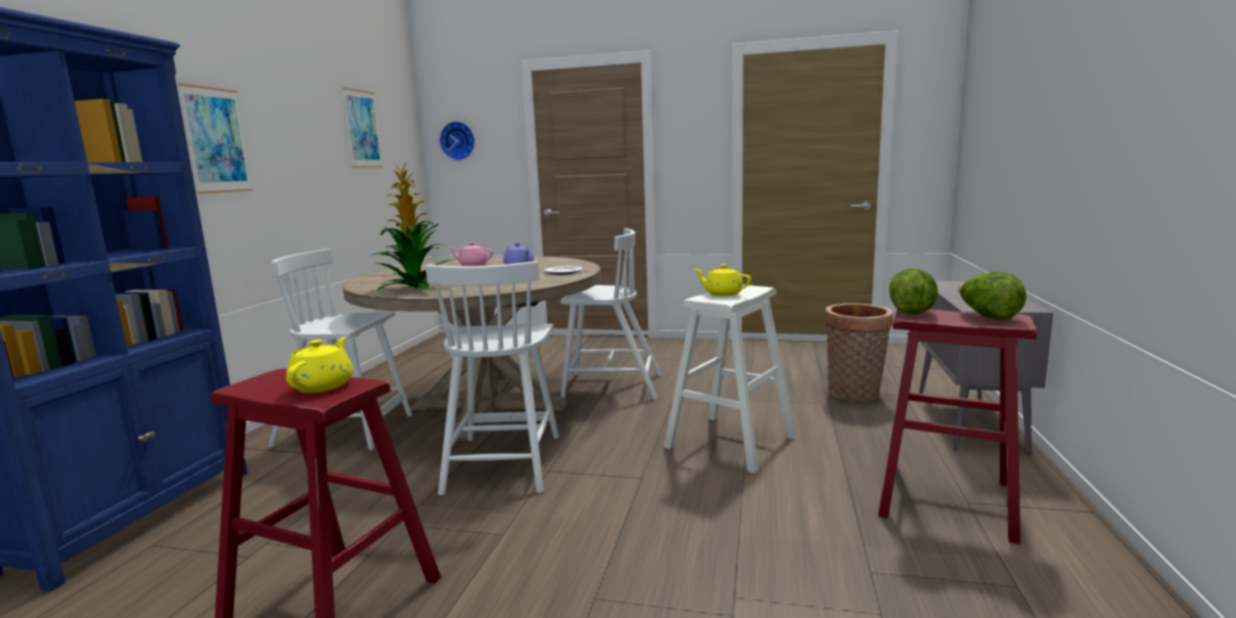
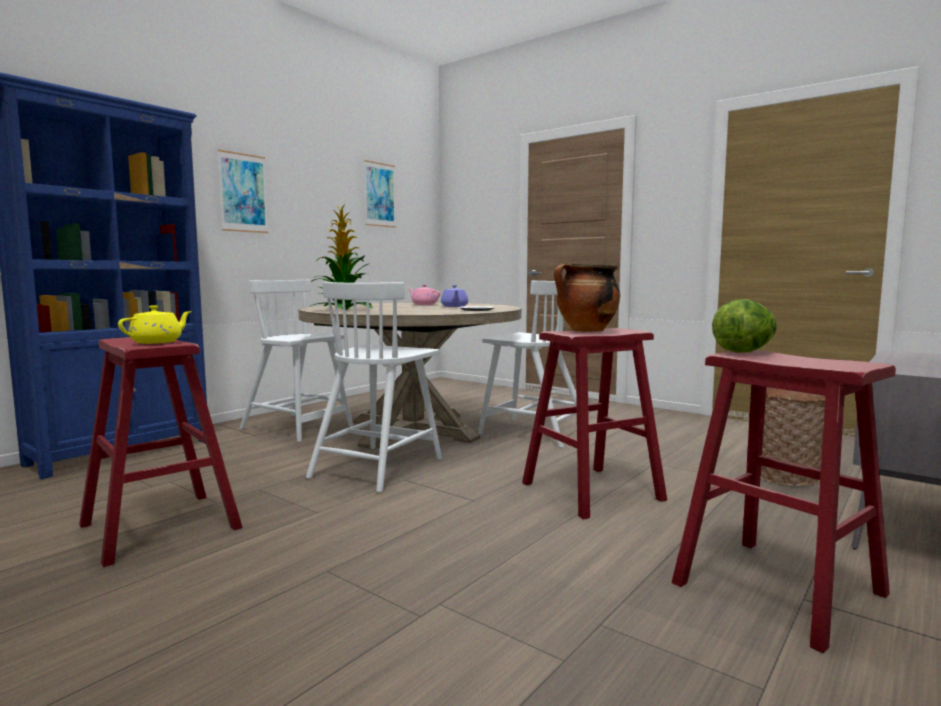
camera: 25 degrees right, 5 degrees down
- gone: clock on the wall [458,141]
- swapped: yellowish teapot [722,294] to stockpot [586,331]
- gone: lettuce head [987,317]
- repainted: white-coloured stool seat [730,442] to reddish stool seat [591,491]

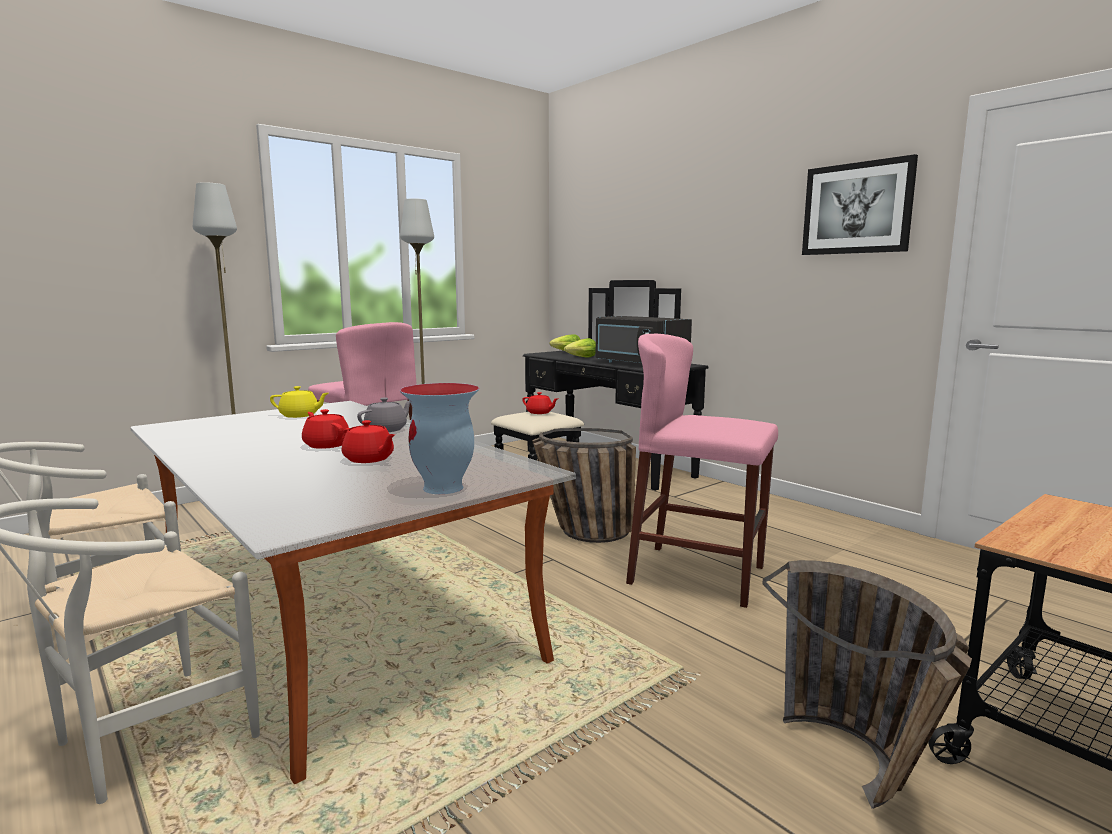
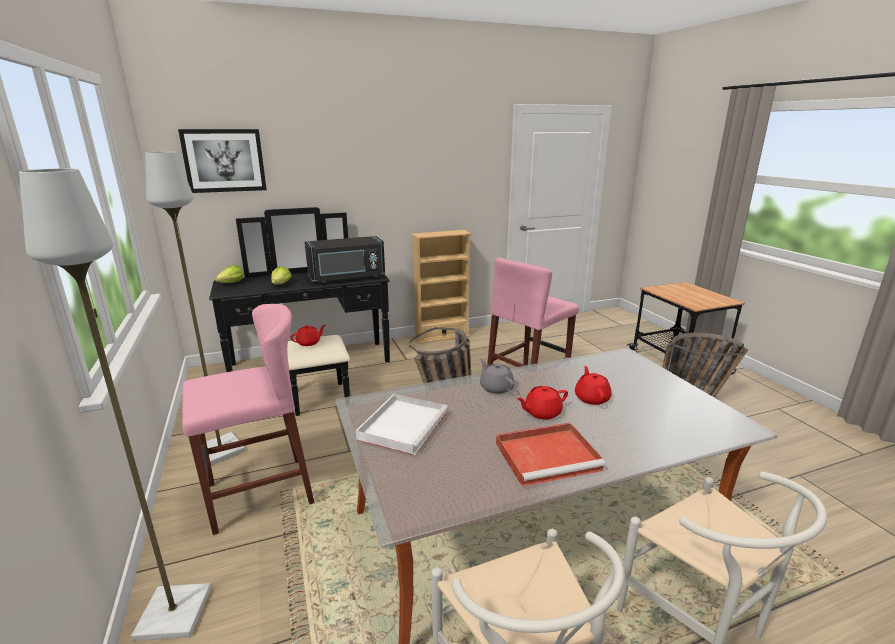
camera: 70 degrees left, 10 degrees up
- shifted: wall art [857,208] to [224,160]
- gone: decorative vase [444,488]
- swapped: yellowish teapot [300,415] to white-coloured tray [403,425]
- rotated: reddish teapot [369,459] = [591,398] 60 degrees counterclockwise
- new: beige-coloured bookshelf [441,336]
- new: reddish tray [549,456]

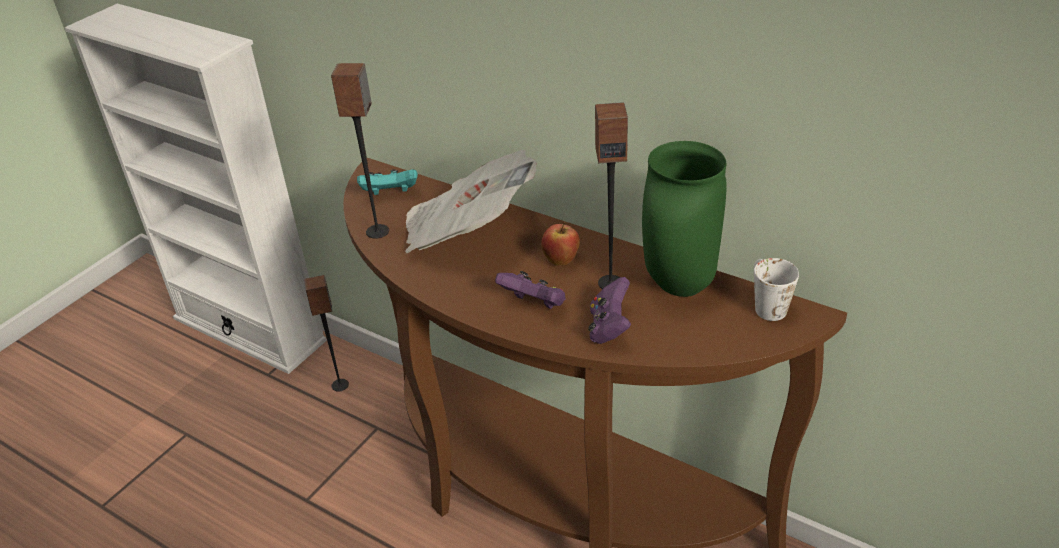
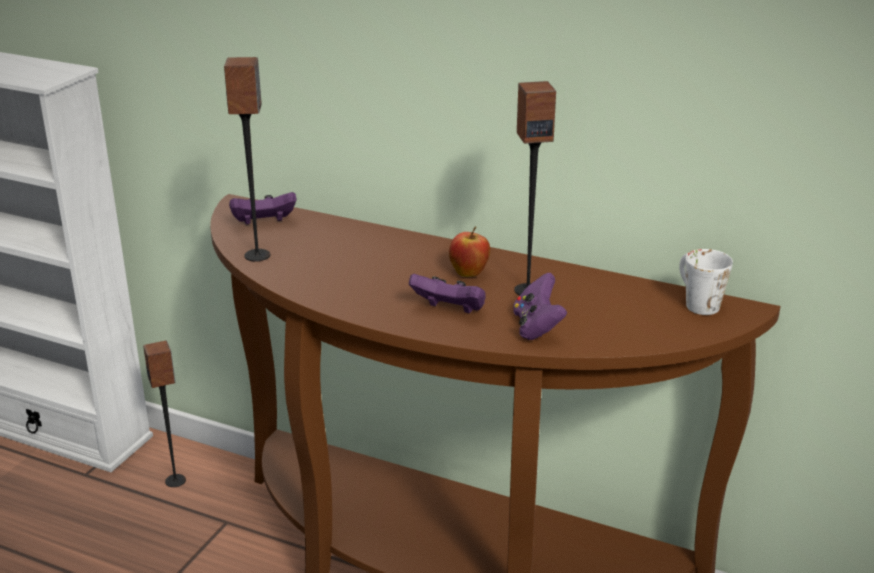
camera: 10 degrees left, 10 degrees down
- gone: green-coloured decorative vase [681,286]
- gone: newspaper [467,232]
- repainted: turquoise joypad [390,194] to purple joypad [264,223]

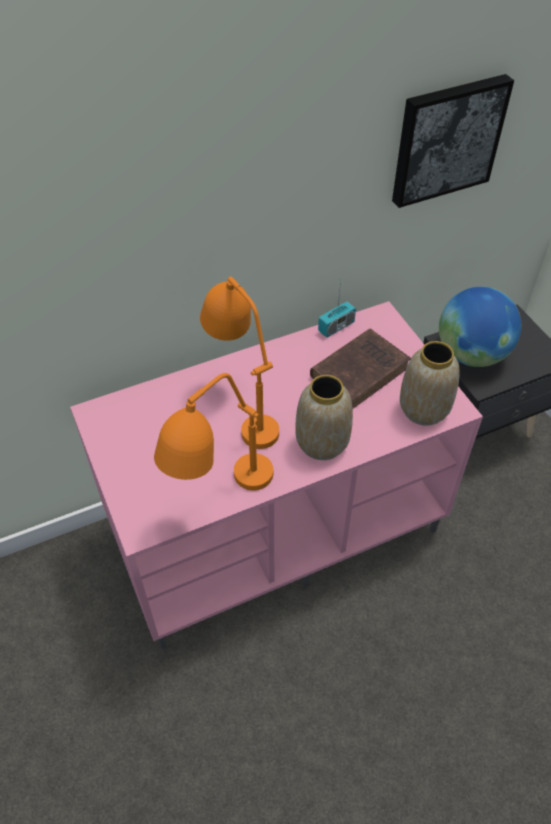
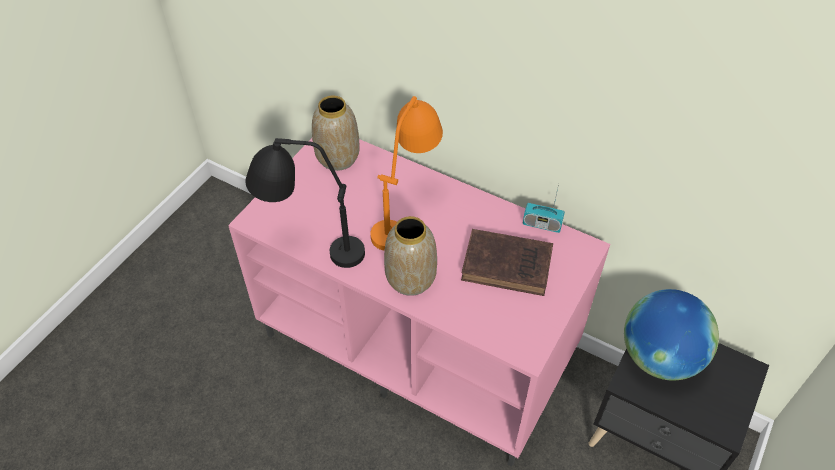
camera: 55 degrees right, 0 degrees up
- gone: wall art [446,139]
- shifted: decorative vase [424,409] to [338,158]
- repainted: orange-coloured tabletop lamp [219,499] to blackish tabletop lamp [310,247]

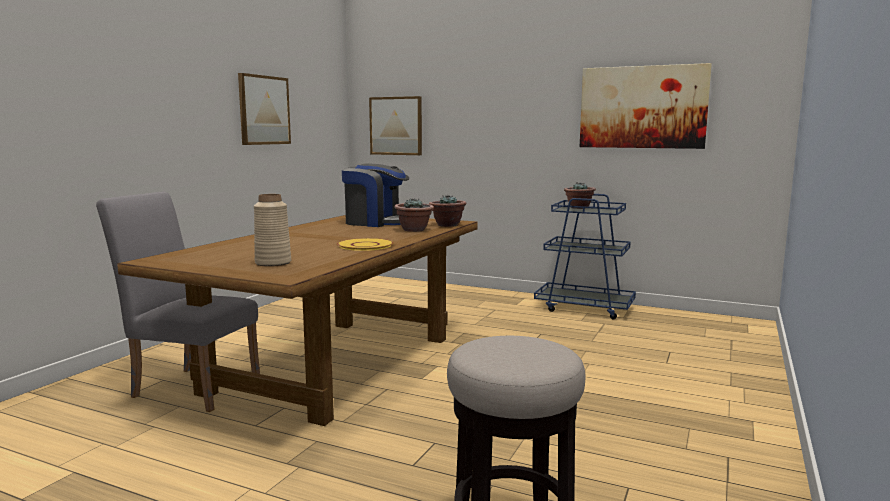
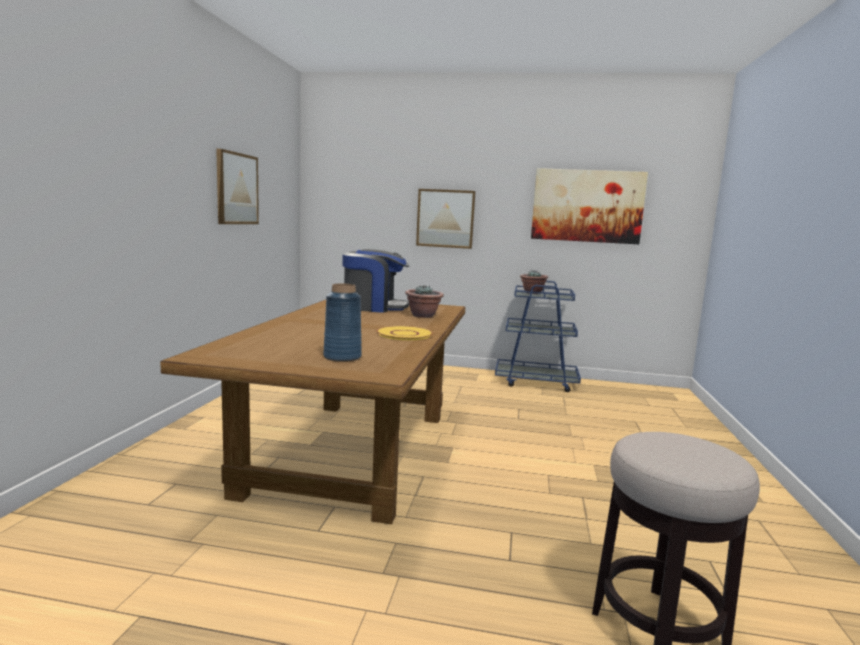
camera: 15 degrees left, 0 degrees up
- shifted: wall art [396,126] to [445,218]
- gone: gray plain chair [190,387]
- repainted: beige-coloured decorative vase [273,263] to bluish decorative vase [342,357]
- gone: plant in a pot [447,225]

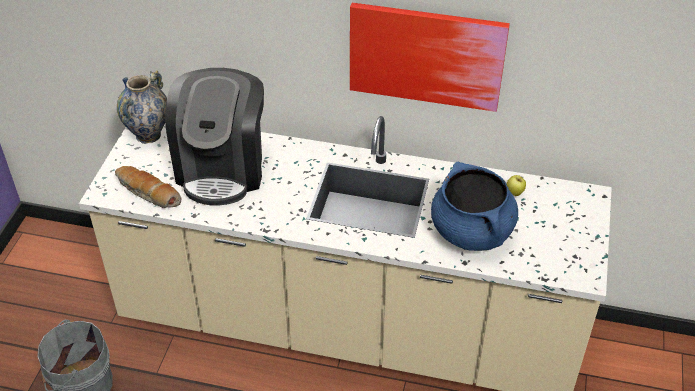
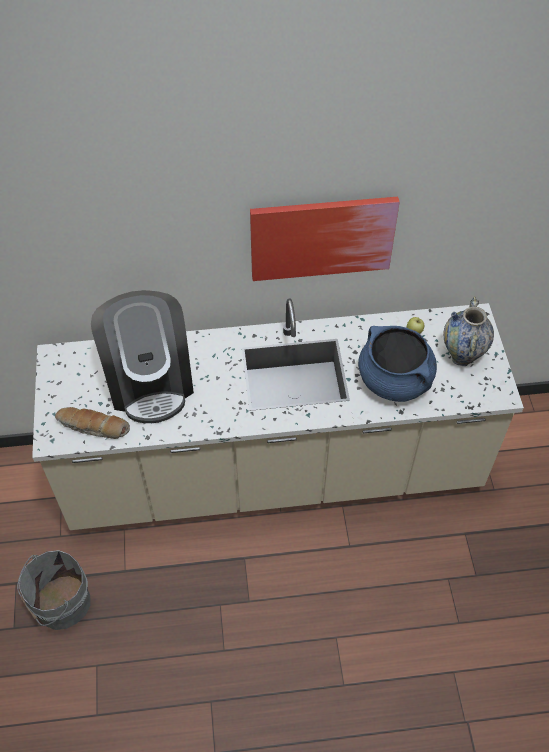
camera: 20 degrees left, 10 degrees up
- shifted: decorative vase [148,135] to [462,356]

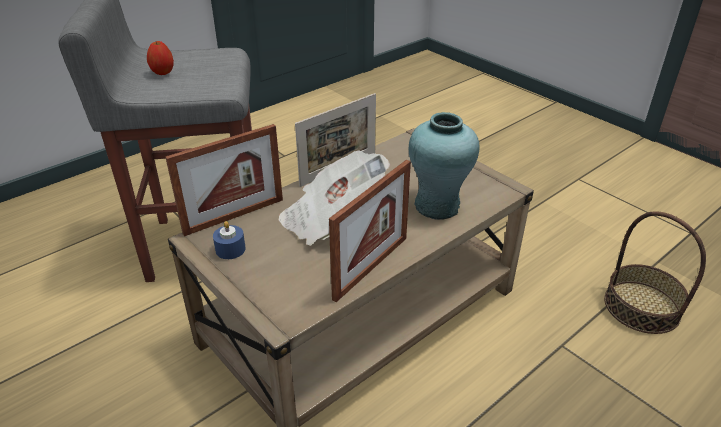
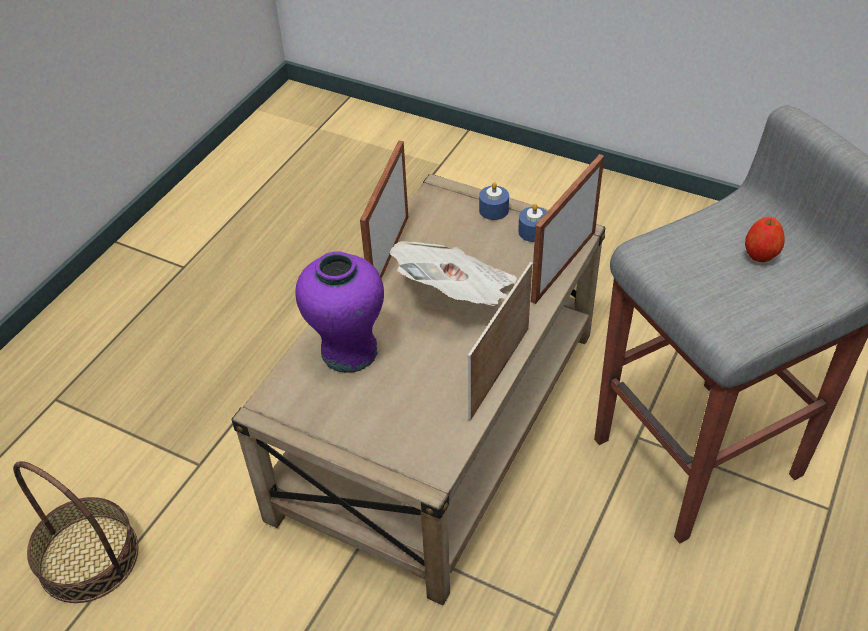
camera: 160 degrees right, 10 degrees up
- repainted: turquoise decorative vase [437,205] to purple decorative vase [349,351]
- new: bluish wax candle [493,210]

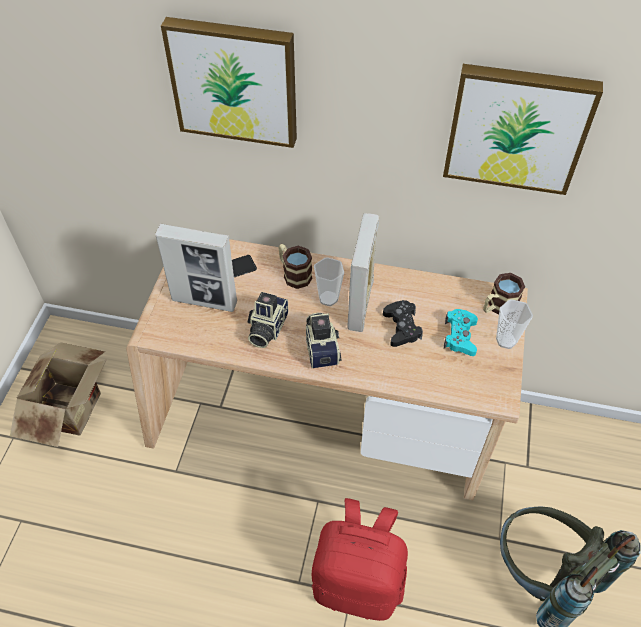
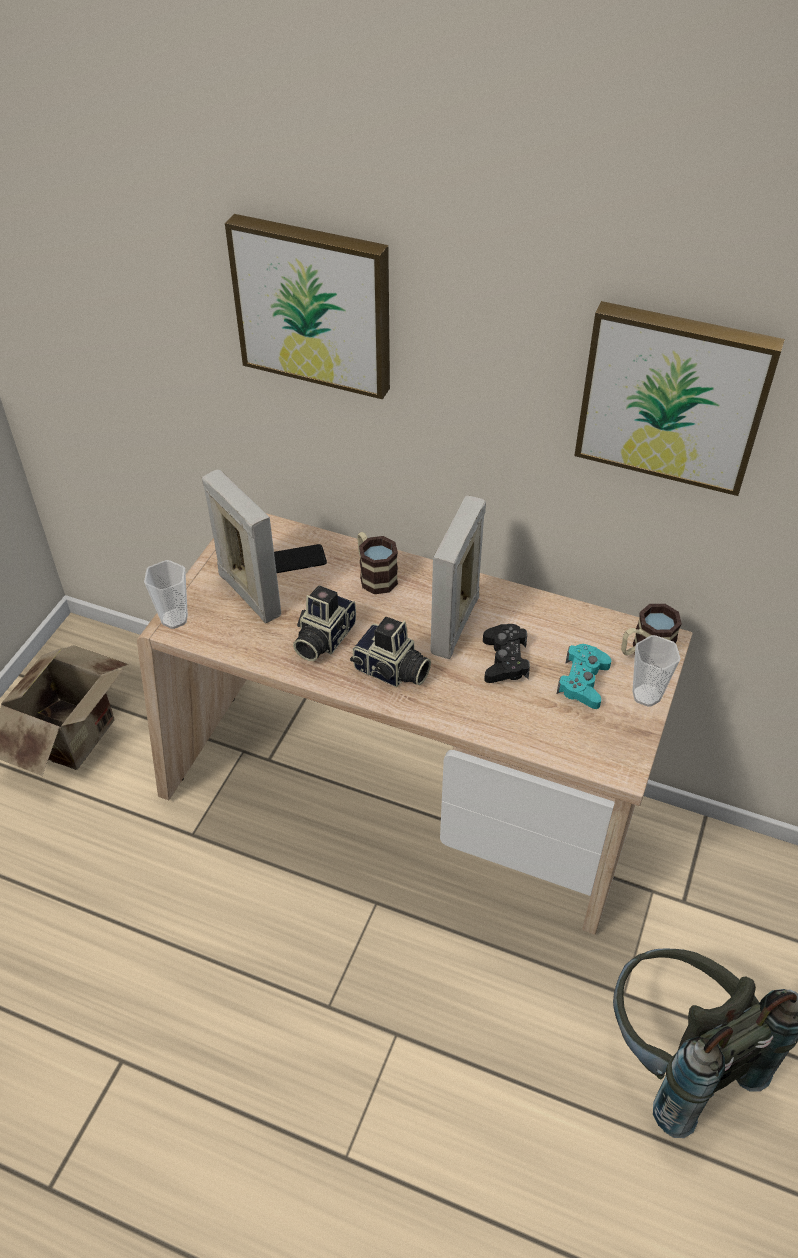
camera: 10 degrees right, 5 degrees down
- rotated: picture frame [204,301] = [249,595] 150 degrees counterclockwise
- shifted: drinking cup [328,298] to [174,619]
- rotated: still camera [322,347] = [391,671] 120 degrees clockwise
- gone: reddish knapsack [358,582]

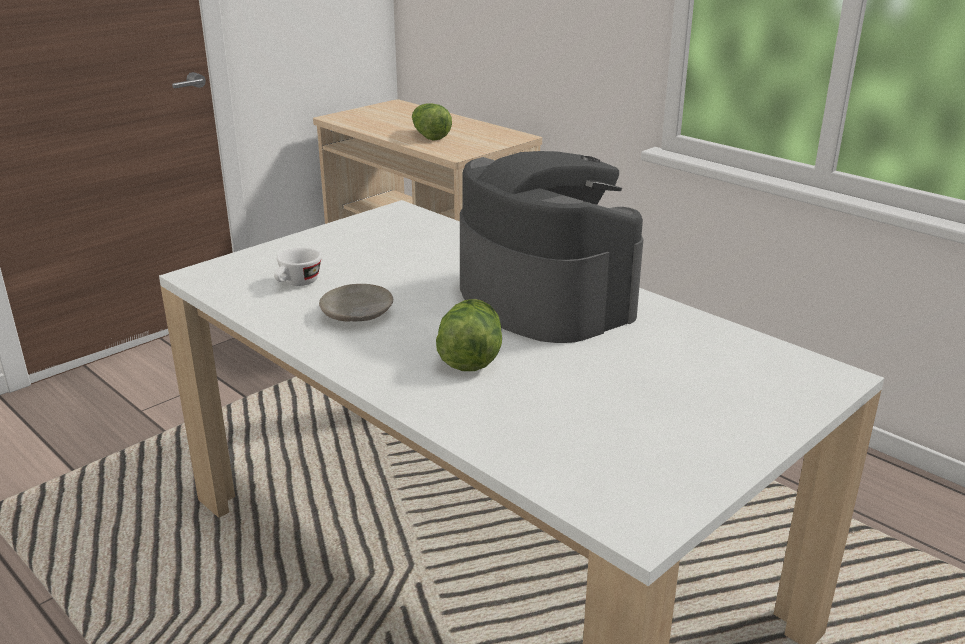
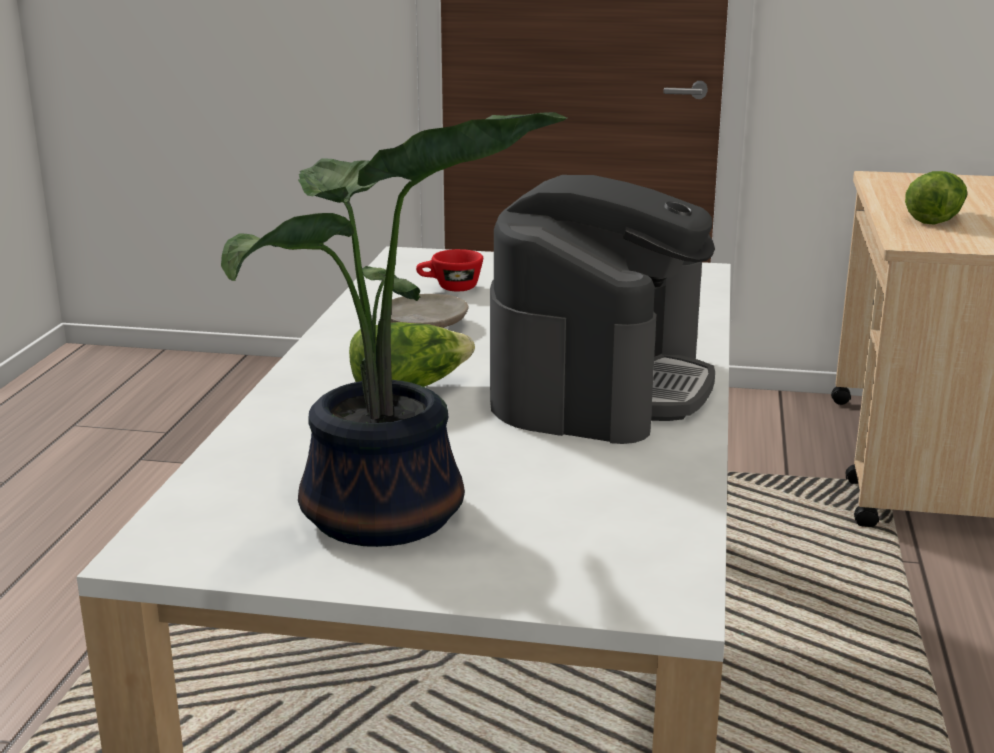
camera: 55 degrees right, 5 degrees down
- repainted: white-coloured drinking cup [297,284] to reddish drinking cup [450,288]
- new: plant in a pot [385,519]

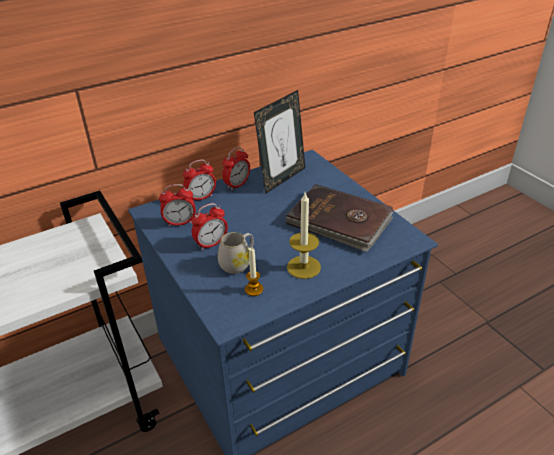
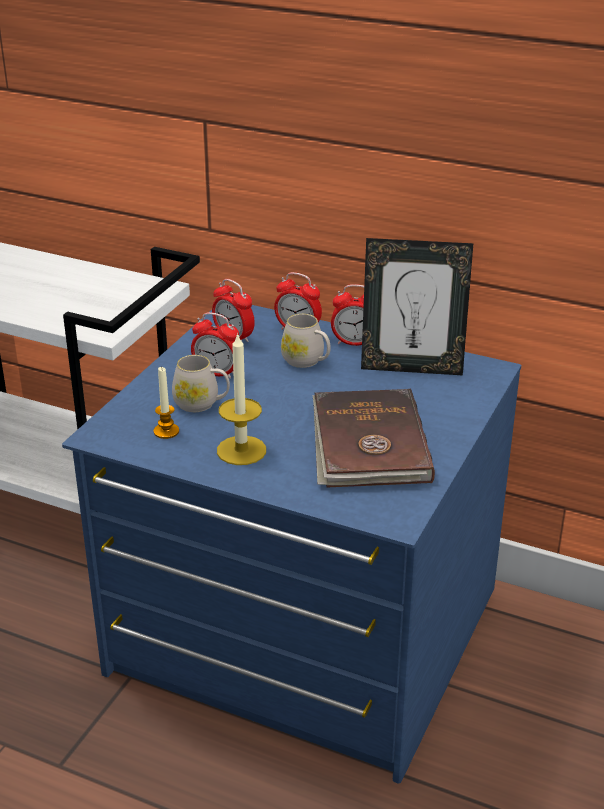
camera: 55 degrees right, 5 degrees down
- new: white-coloured mug [307,361]

